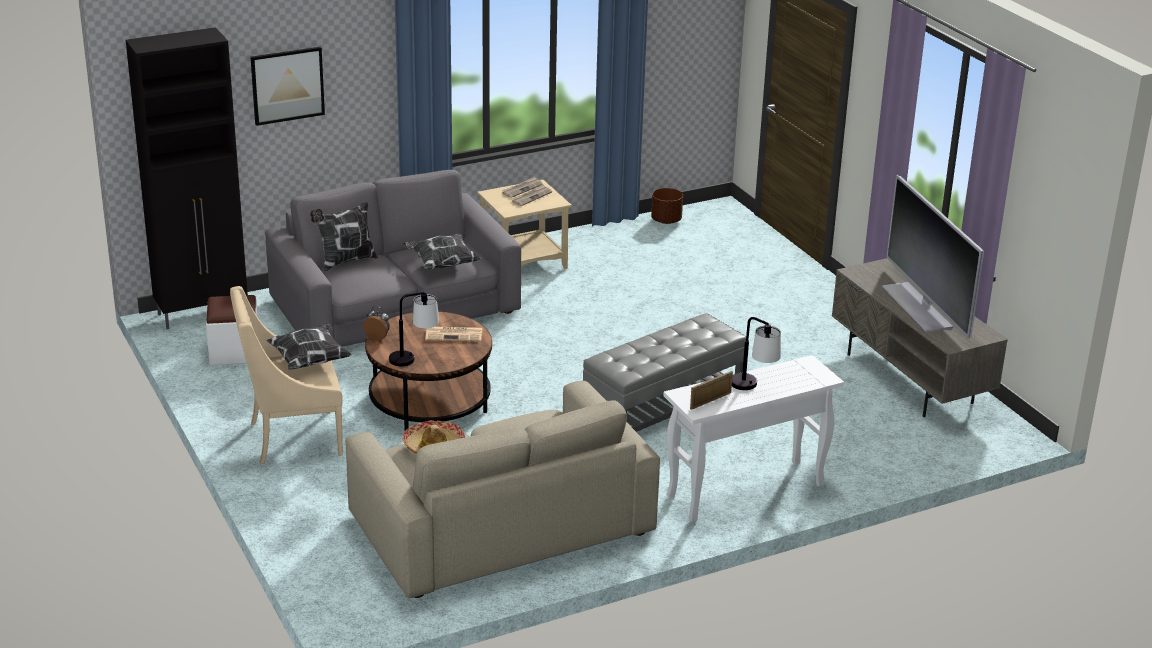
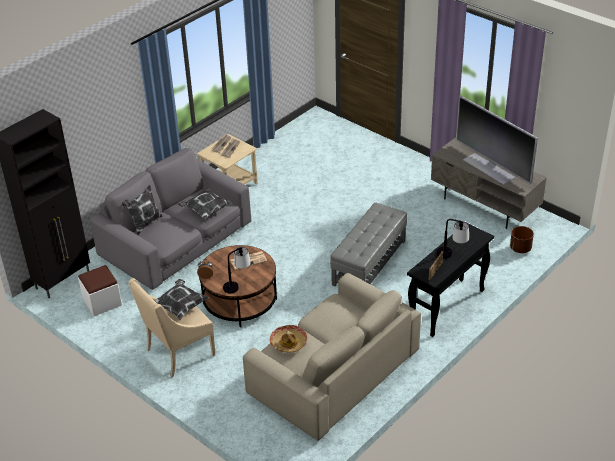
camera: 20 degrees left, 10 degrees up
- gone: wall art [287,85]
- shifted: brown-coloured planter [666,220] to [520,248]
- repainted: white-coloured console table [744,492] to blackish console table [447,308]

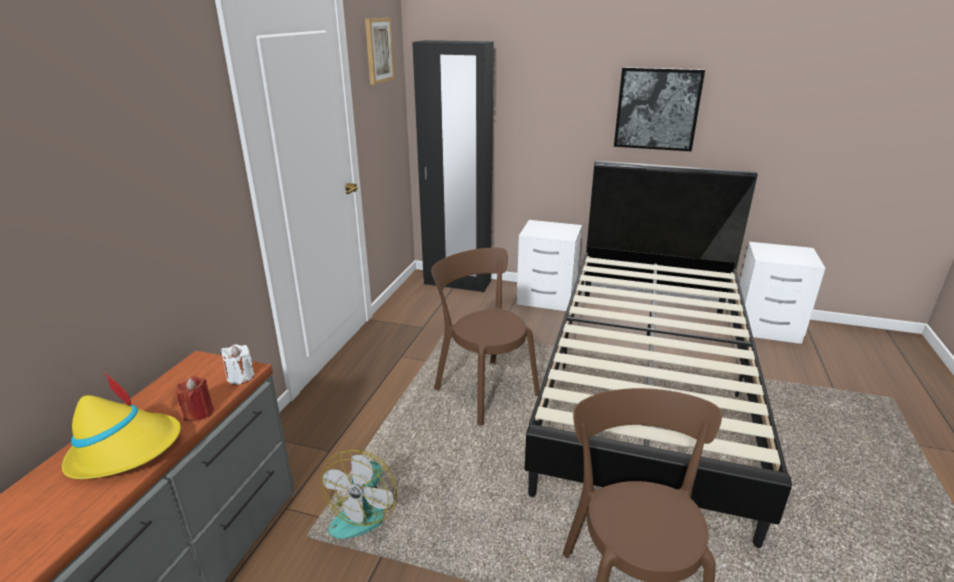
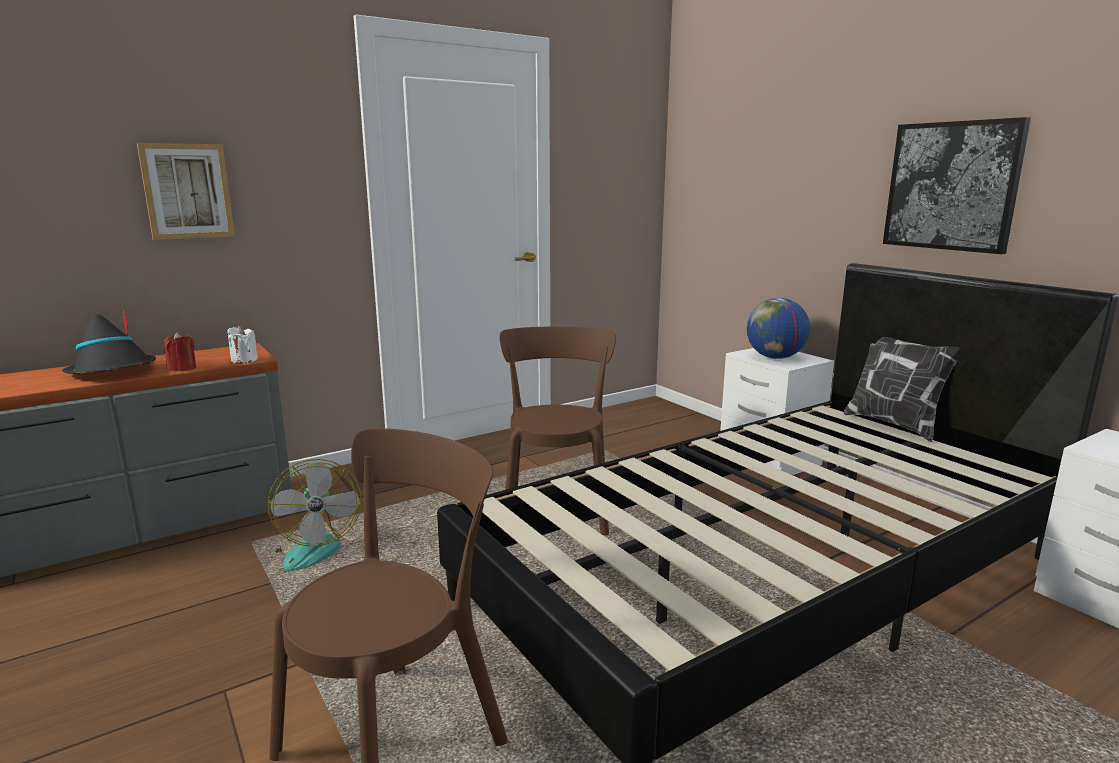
camera: 40 degrees right, 10 degrees down
- shifted: wall art [378,50] to [187,191]
- gone: blackish clothes cupboard [457,283]
- repainted: yellowish clothing hat [126,450] to blackish clothing hat [114,372]
- rotated: electric fan [364,511] = [311,547] 75 degrees counterclockwise
- new: globe [775,357]
- new: pillow [892,424]

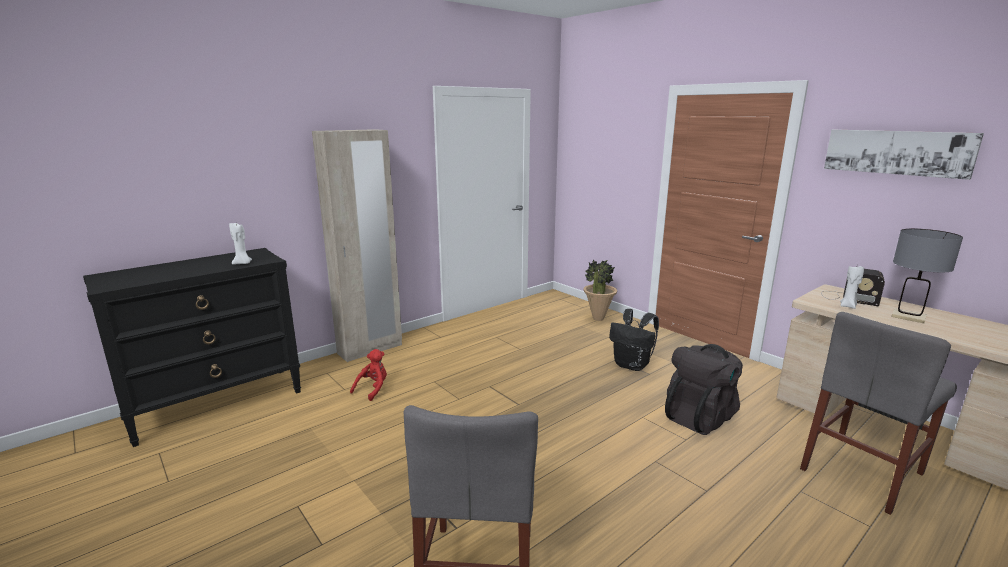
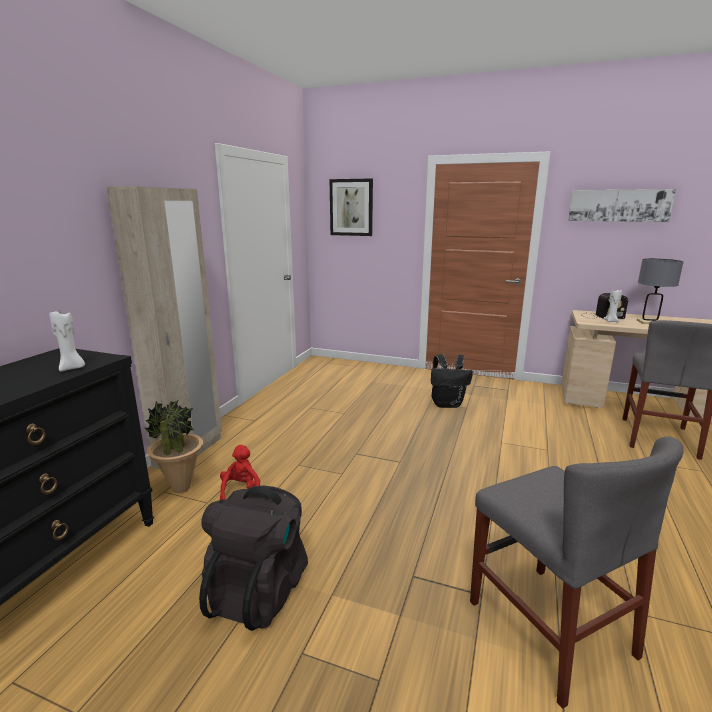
camera: 30 degrees left, 0 degrees up
- shifted: plant in a pot [598,318] to [181,488]
- shifted: blackish knapsack [700,417] to [260,589]
- new: wall art [351,207]

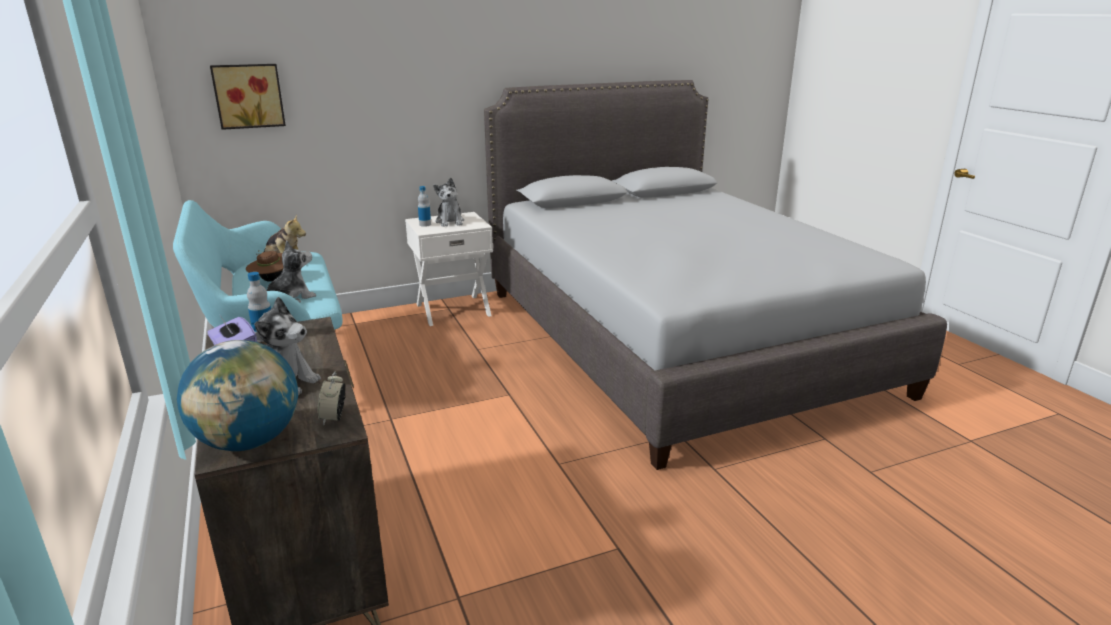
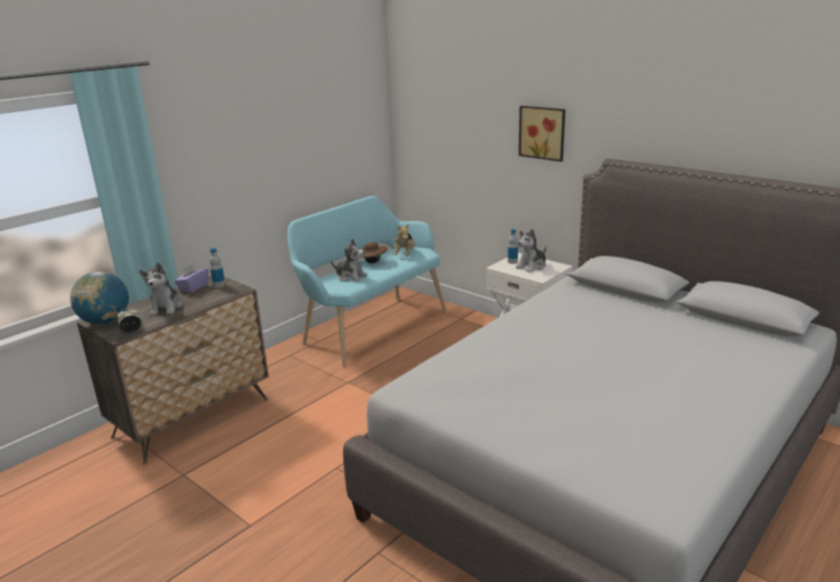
camera: 65 degrees right, 0 degrees up
- shifted: wall art [248,96] to [543,132]

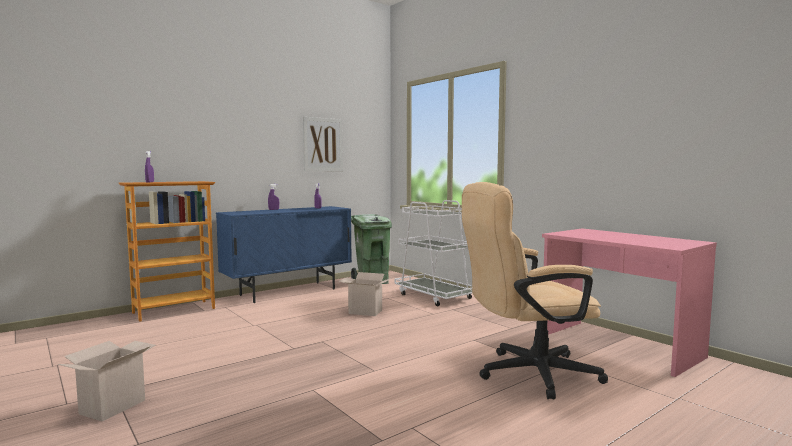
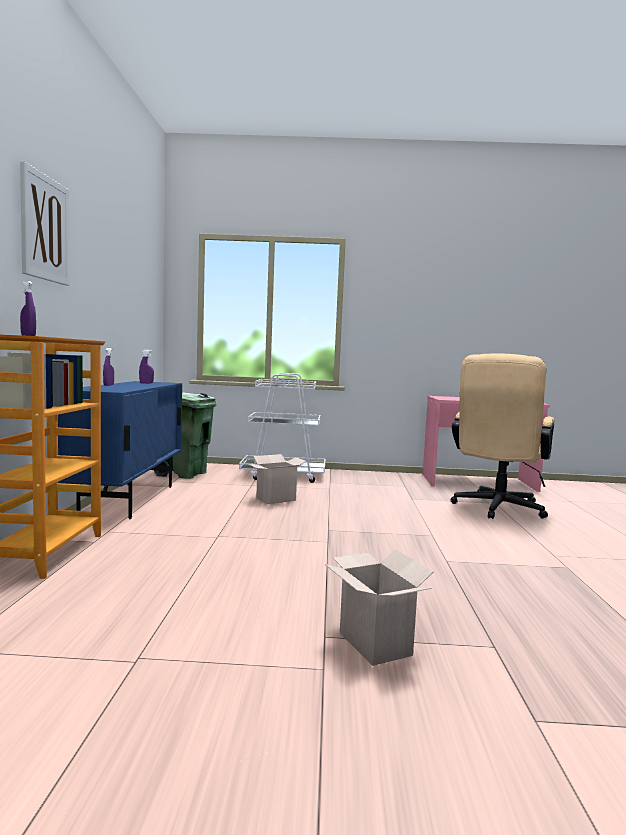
camera: 50 degrees left, 0 degrees up
- shifted: wall art [322,144] to [45,228]

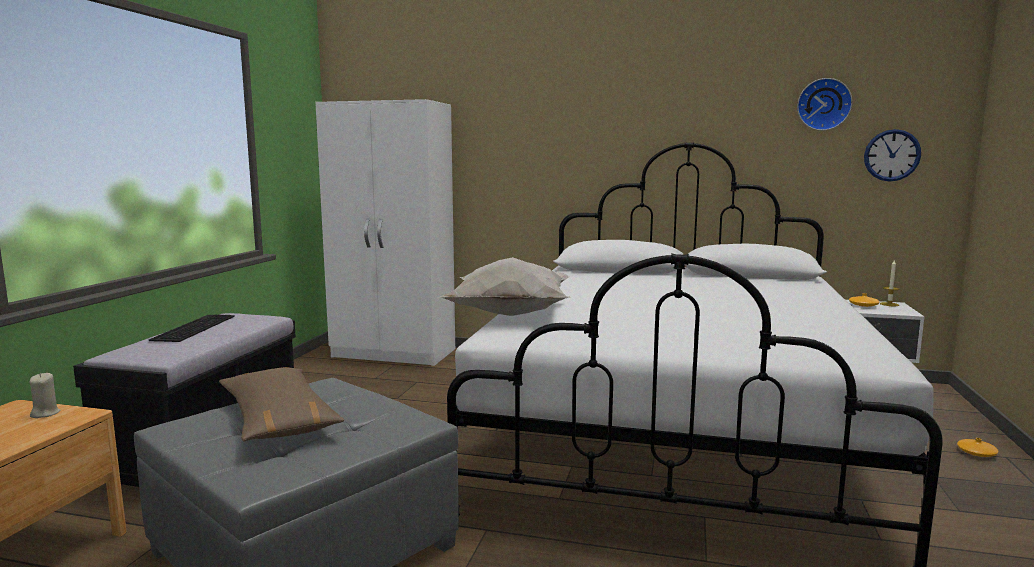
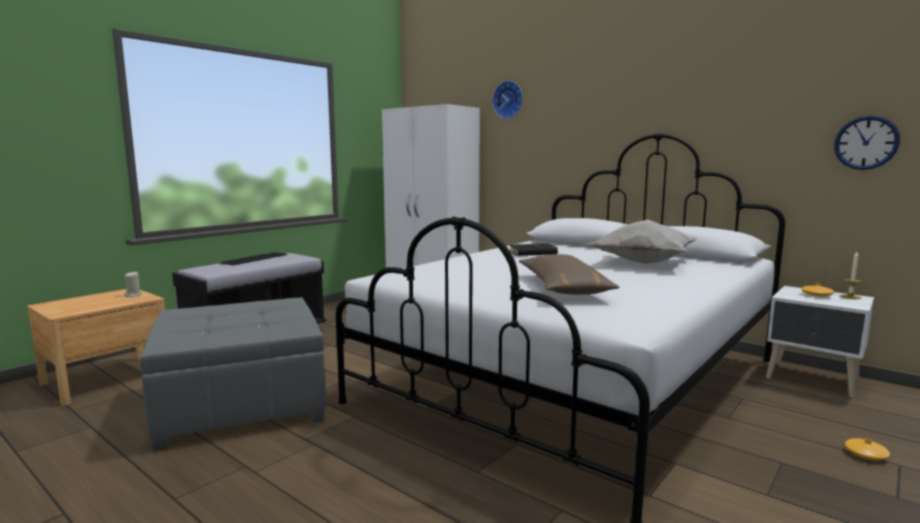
camera: 25 degrees right, 0 degrees up
- shifted: clock on the wall [823,104] to [509,100]
- shifted: white-coloured pillow [509,315] to [642,263]
- shifted: brown-coloured pillow [278,419] to [563,288]
- new: blackish book [534,253]

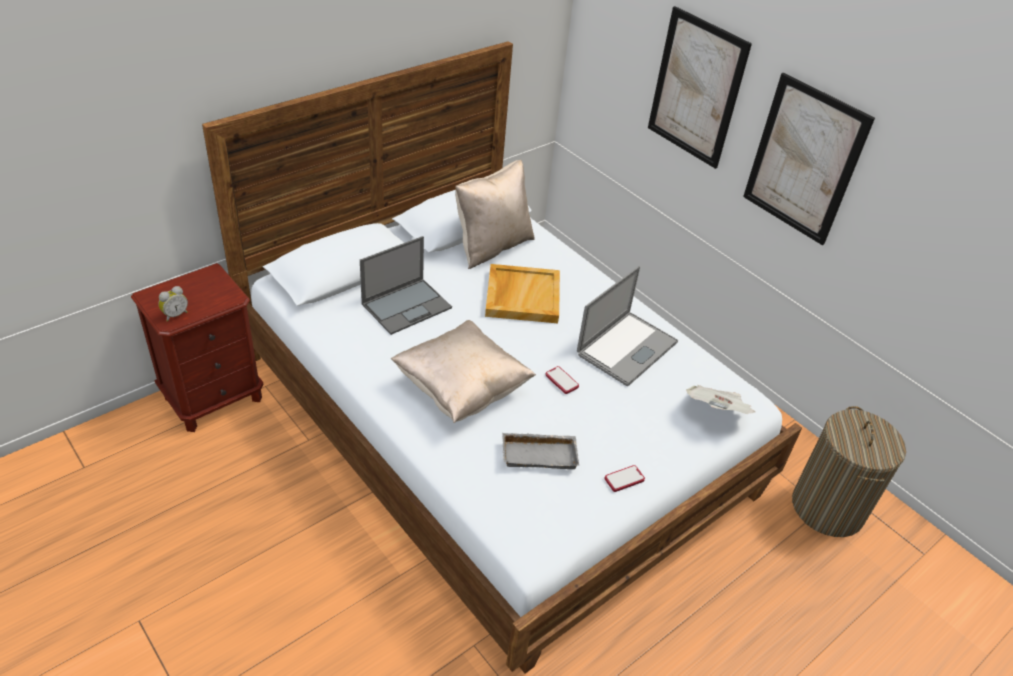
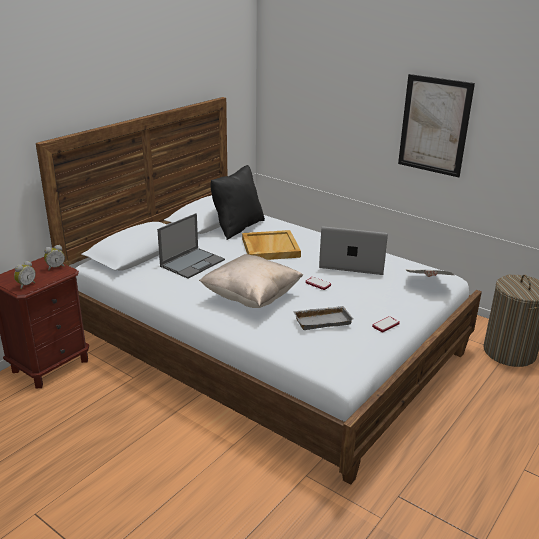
camera: 10 degrees left, 15 degrees down
- gone: wall art [696,88]
- repainted: beige-coloured pillow [492,246] to blackish pillow [237,227]
- rotated: portable computer [627,348] = [352,262] 105 degrees counterclockwise
- new: table clock [55,267]

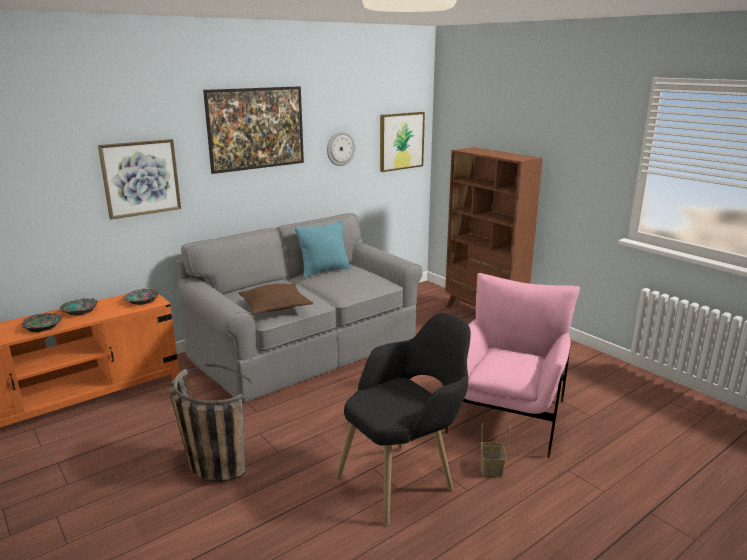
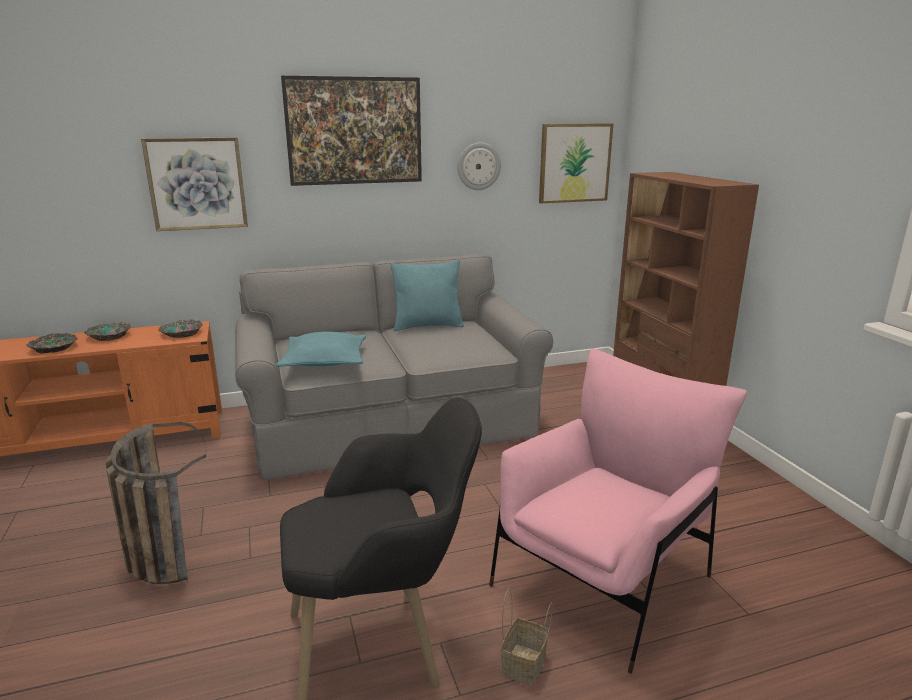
camera: 20 degrees right, 0 degrees up
- repainted: brown-coloured pillow [275,306] to turquoise pillow [325,361]

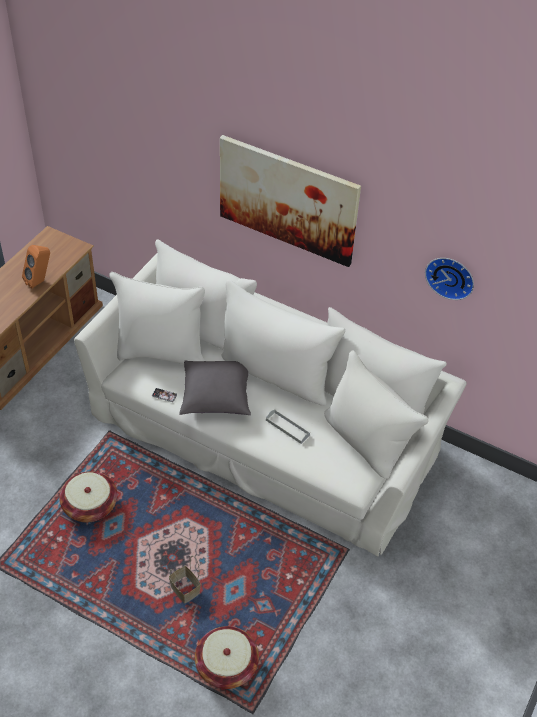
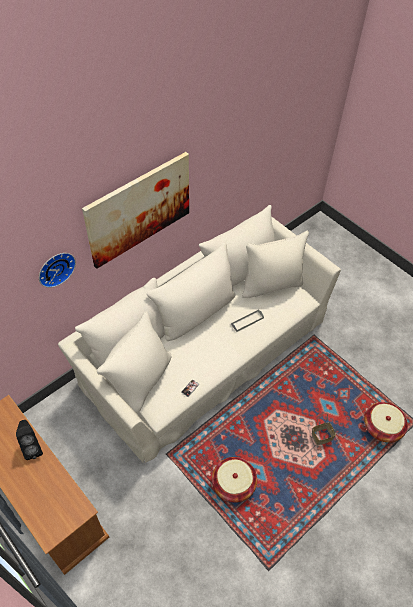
camera: 70 degrees left, 5 degrees up
- repainted: orange-coloured audio speaker [40,281] to blackish audio speaker [33,447]
- shifted: clock on the wall [450,276] to [55,268]
- gone: gray pillow [216,397]

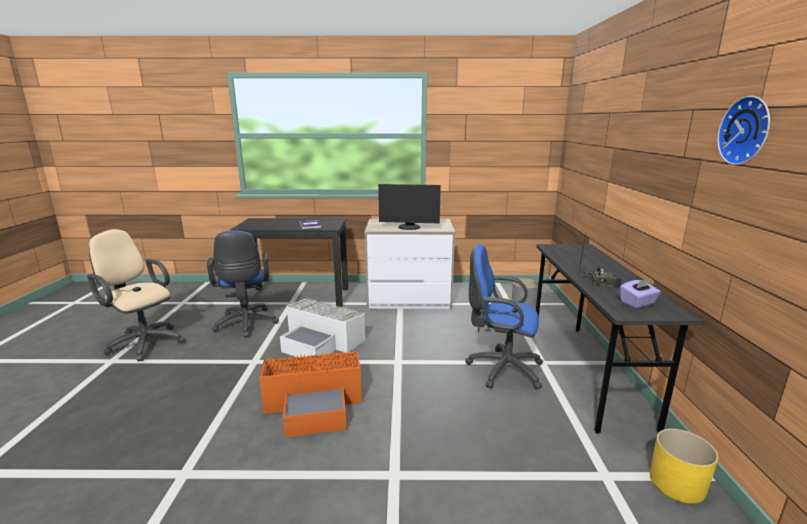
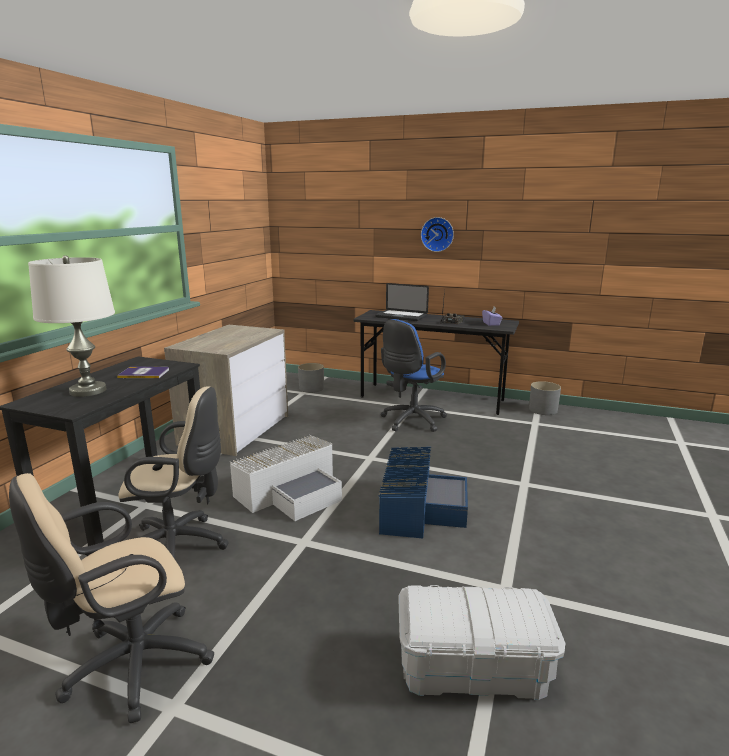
camera: 70 degrees left, 0 degrees up
- shifted: clock on the wall [747,131] to [437,234]
- gone: computer screen [409,227]
- repainted: bluish office chair [246,324] to beige-coloured office chair [179,547]
- repainted: orange-coloured storage container [315,403] to bluish storage container [418,507]
- repainted: yellowish planter [676,483] to gray planter [543,410]
- new: white-coloured tabletop lamp [88,391]
- new: portable computer [401,316]
- new: white-coloured storage container [473,668]

